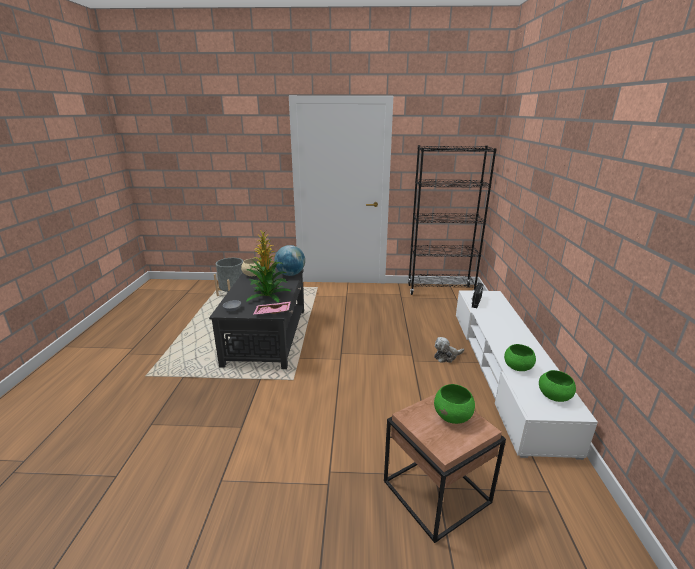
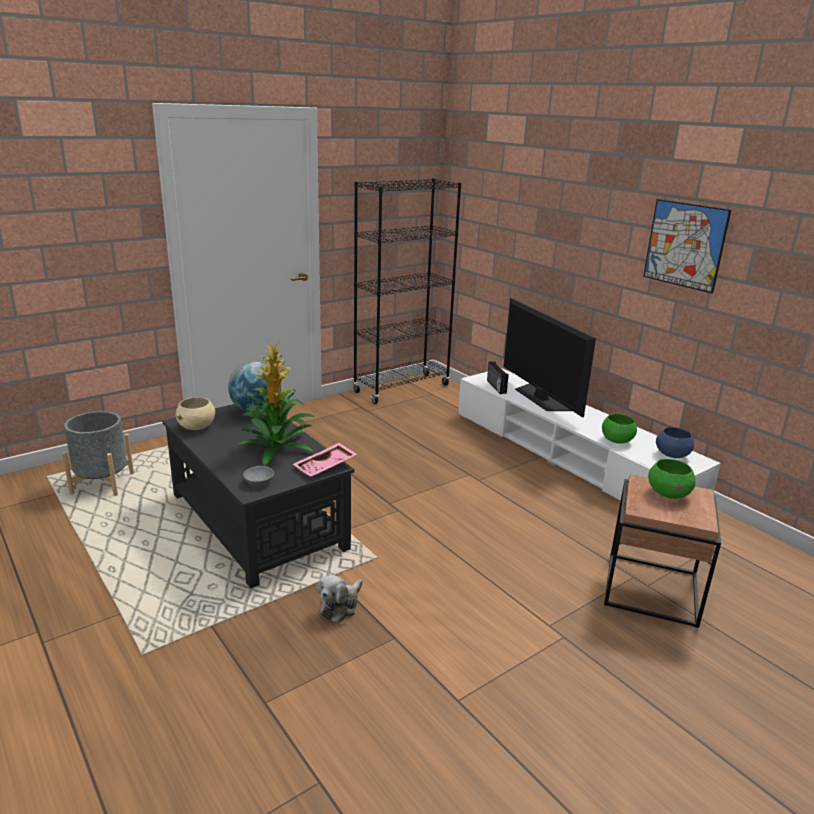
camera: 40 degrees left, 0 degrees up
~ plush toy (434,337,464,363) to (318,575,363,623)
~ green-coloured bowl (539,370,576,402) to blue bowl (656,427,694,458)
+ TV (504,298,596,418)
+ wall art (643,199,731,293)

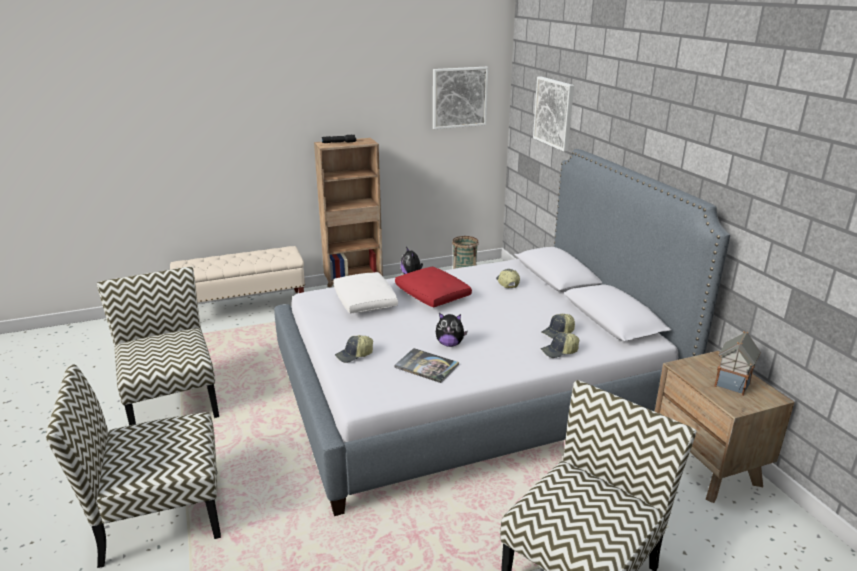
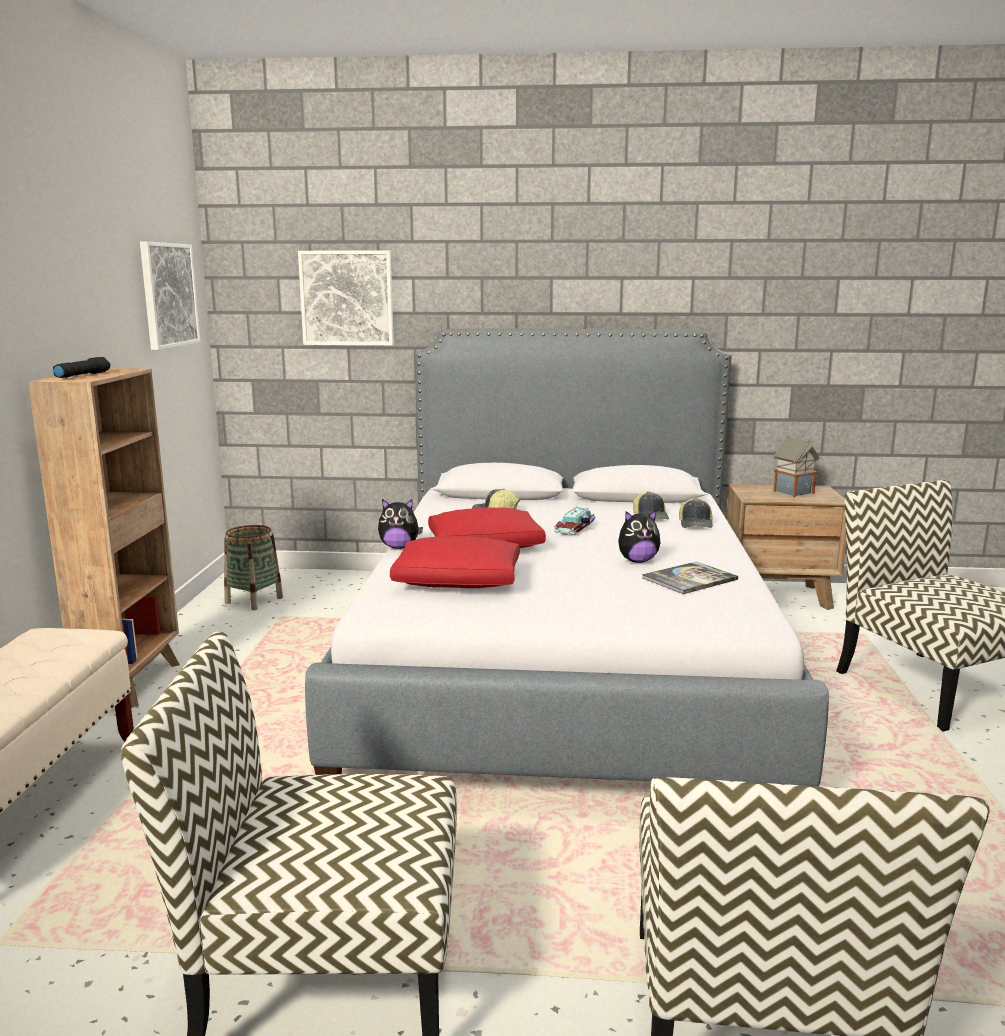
camera: 65 degrees left, 10 degrees down
~ white-coloured cushion (334,272,398,313) to red-coloured cushion (390,536,520,588)
- baseball cap (335,335,373,363)
~ plush toy (436,313,467,347) = (618,510,660,563) 45 degrees clockwise
+ model car (554,506,596,535)

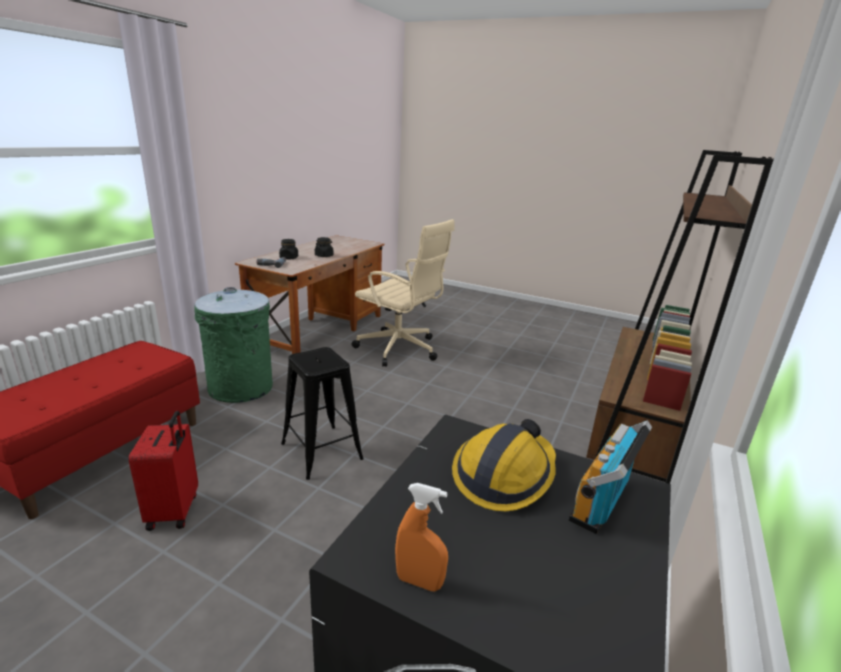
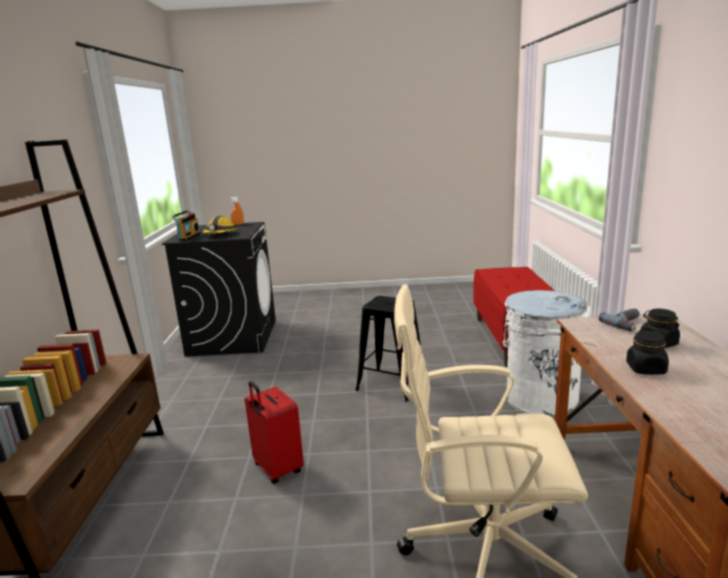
camera: 155 degrees right, 5 degrees down
~ red-coloured travel case (128,411,198,531) to (245,381,304,484)
~ green-coloured rubbish bin (194,287,273,403) to white-coloured rubbish bin (503,290,591,418)

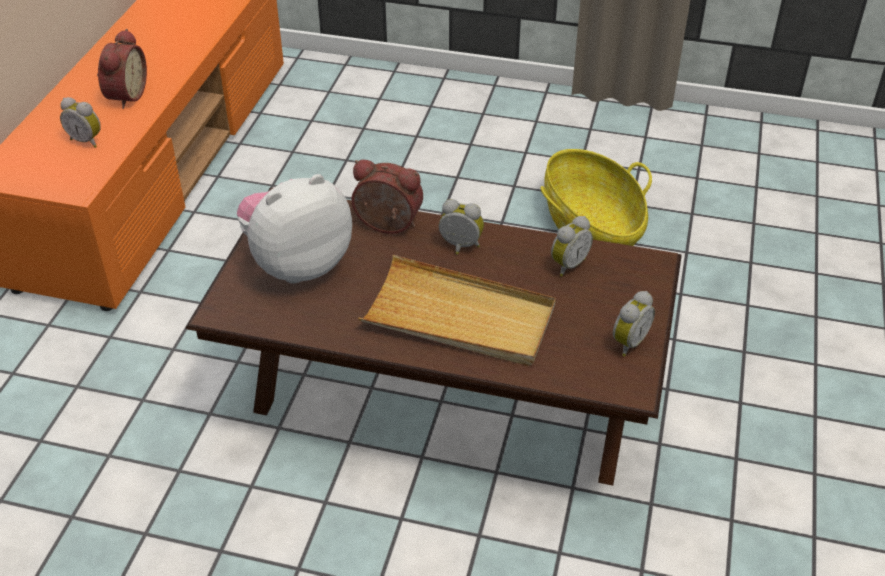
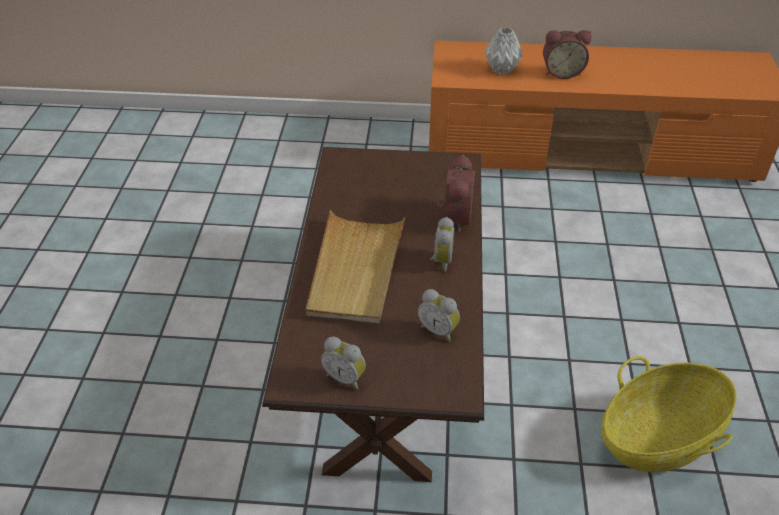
camera: 80 degrees right, 0 degrees up
~ bedside clock (60,97,101,148) to gray decorative vase (484,27,523,75)
- plush toy (237,174,352,284)

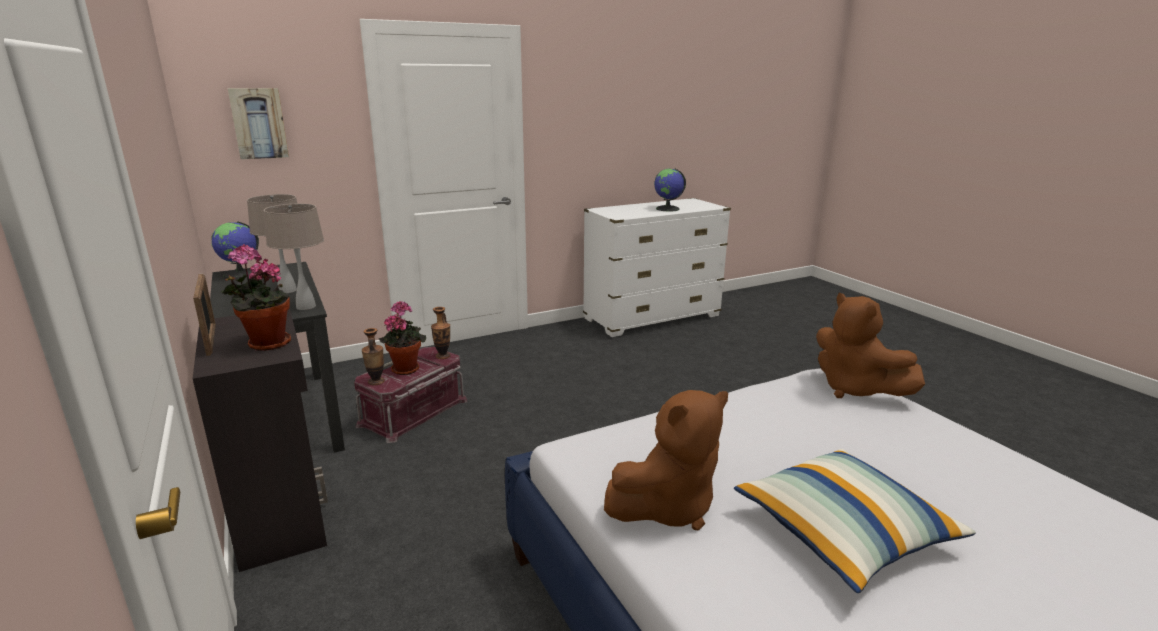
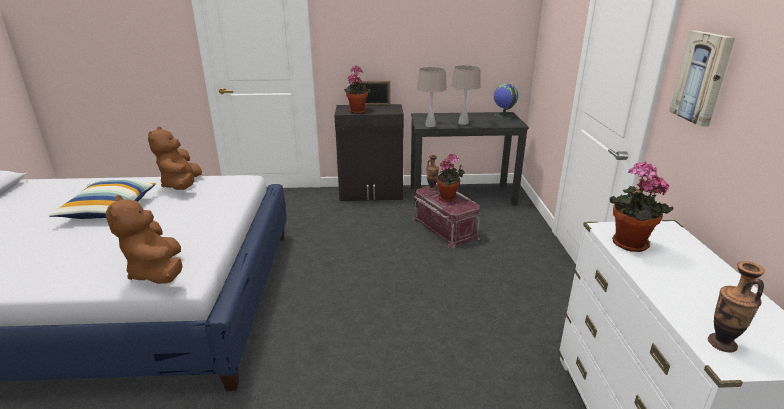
camera: 115 degrees right, 5 degrees up
~ wall art (228,88,289,160) to (669,31,735,127)
~ decorative vase (431,307,450,359) to (708,261,765,352)
- desk globe (654,168,686,211)
~ brown plush toy (816,293,925,398) = (106,195,182,284) 105 degrees counterclockwise
+ houseplant (610,161,673,252)

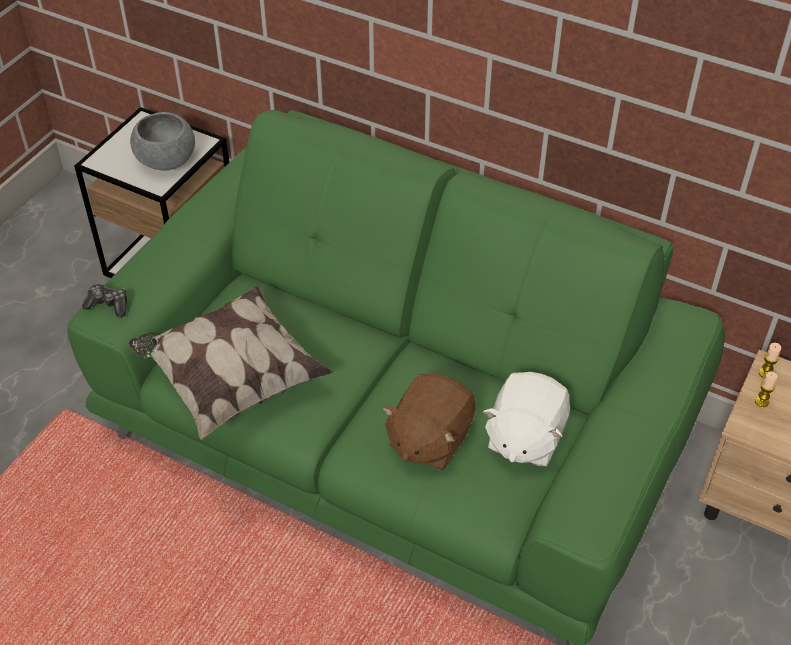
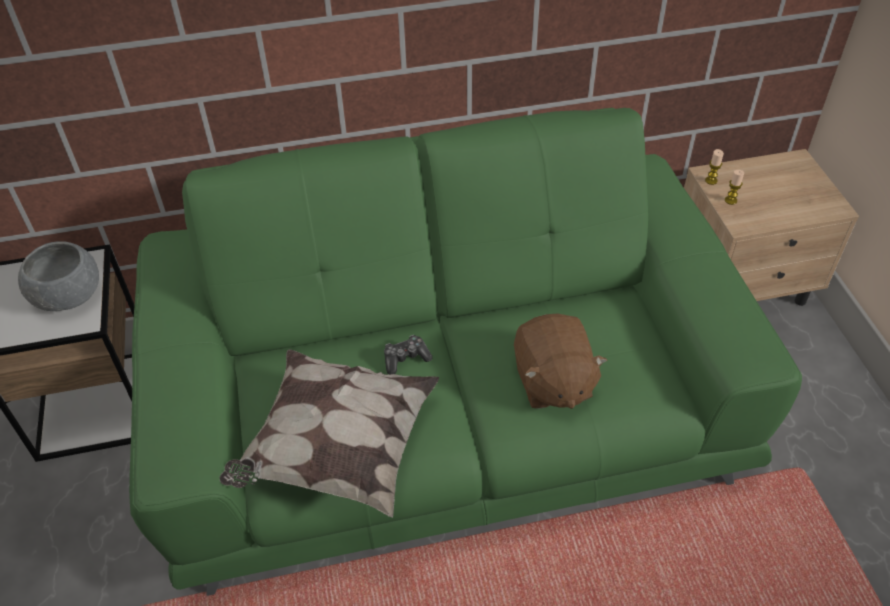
camera: 40 degrees left, 0 degrees up
~ gamepad (82,283,127,317) to (384,335,432,374)
- white-coloured plush toy (483,372,570,466)

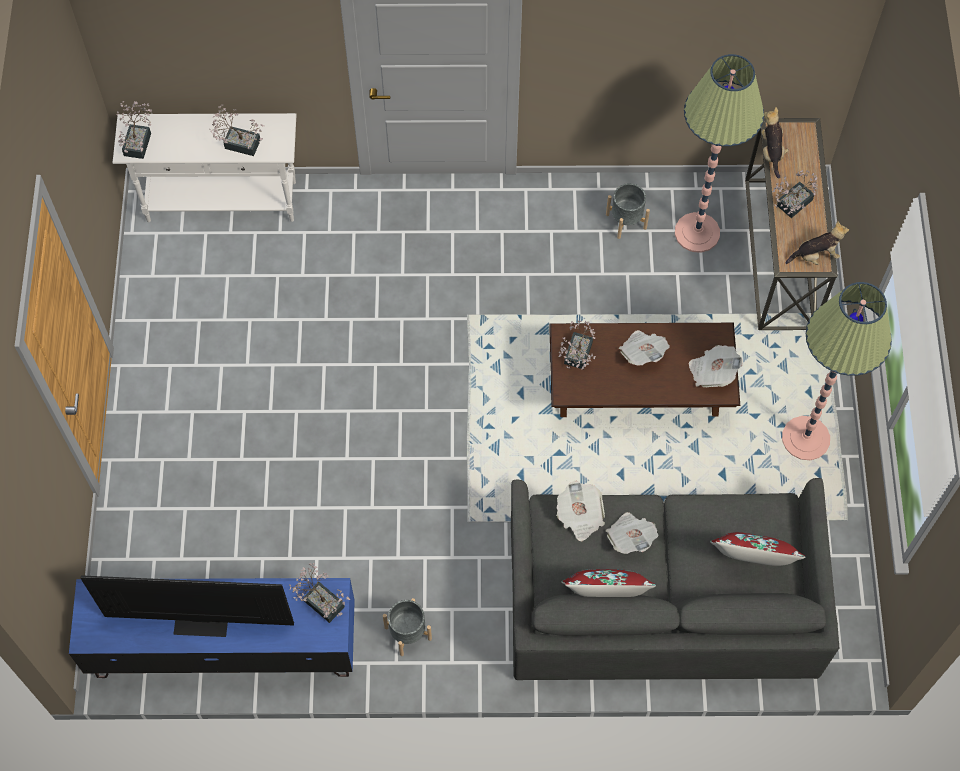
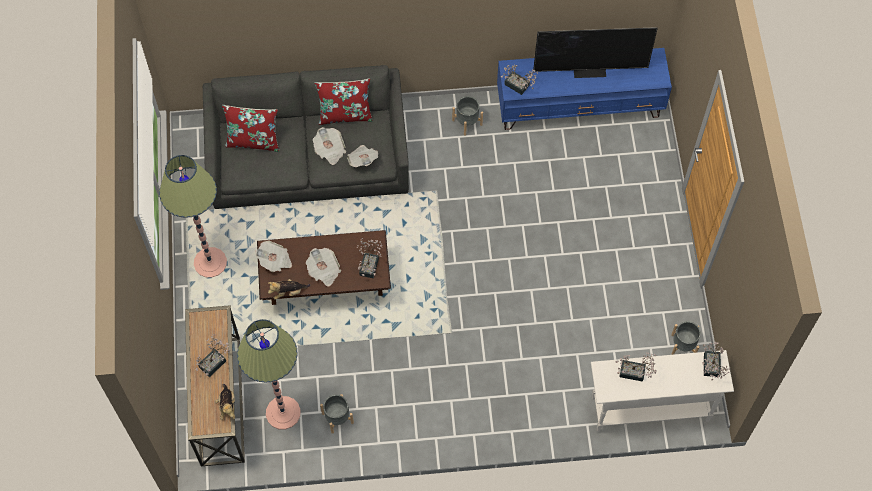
camera: 175 degrees right, 0 degrees up
~ plush toy (786,221,849,265) to (268,279,310,300)
+ gray planter (671,321,701,355)

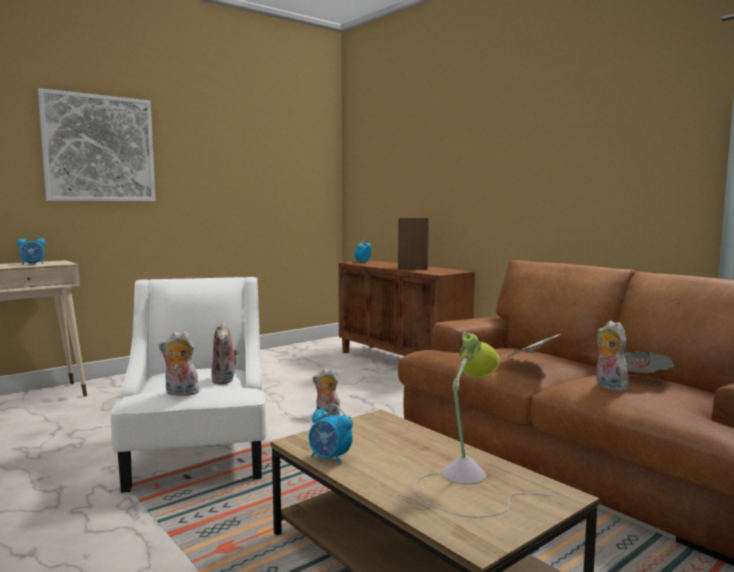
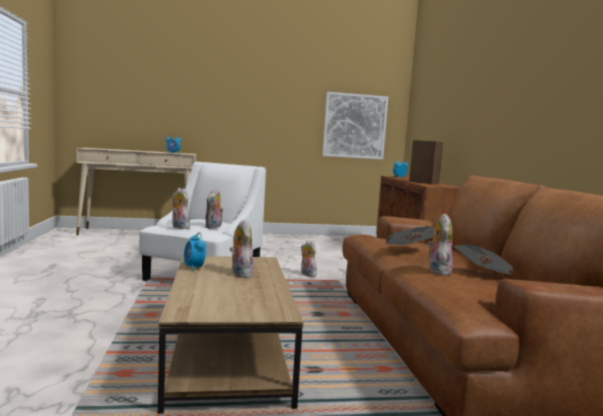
camera: 30 degrees right, 0 degrees up
~ wall art (38,88,155,201) to (322,92,388,159)
- table lamp (396,332,555,518)
+ plush toy (229,219,254,278)

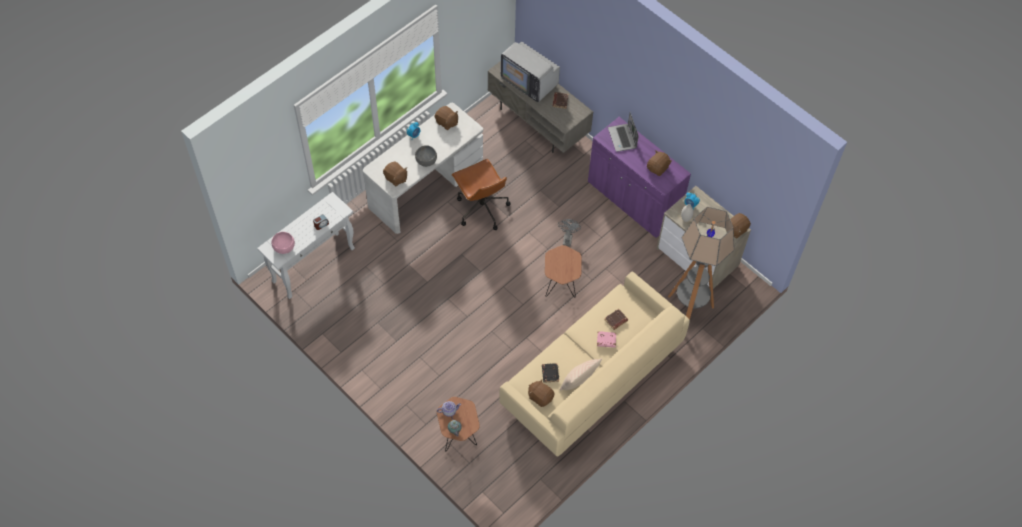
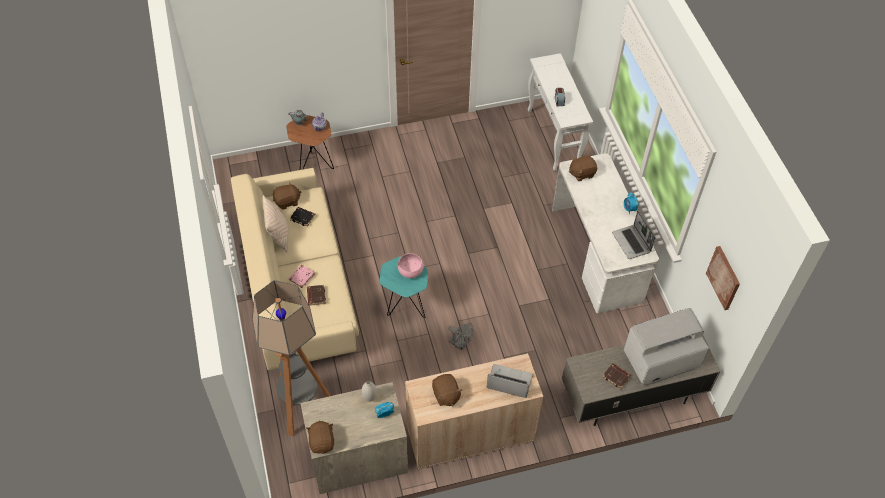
camera: 120 degrees right, 5 degrees down
~ pinkish bowl (271,232,295,254) to (398,253,424,278)
- gray bowl (415,145,437,167)
~ brown plush toy (435,106,458,130) to laptop (612,211,655,259)
- brown office chair (452,159,511,230)
~ brown accent table (545,245,581,298) to turquoise accent table (380,256,428,318)
~ purple storage cabinet (588,117,691,238) to beige storage cabinet (405,353,544,469)
+ wall art (706,246,740,310)

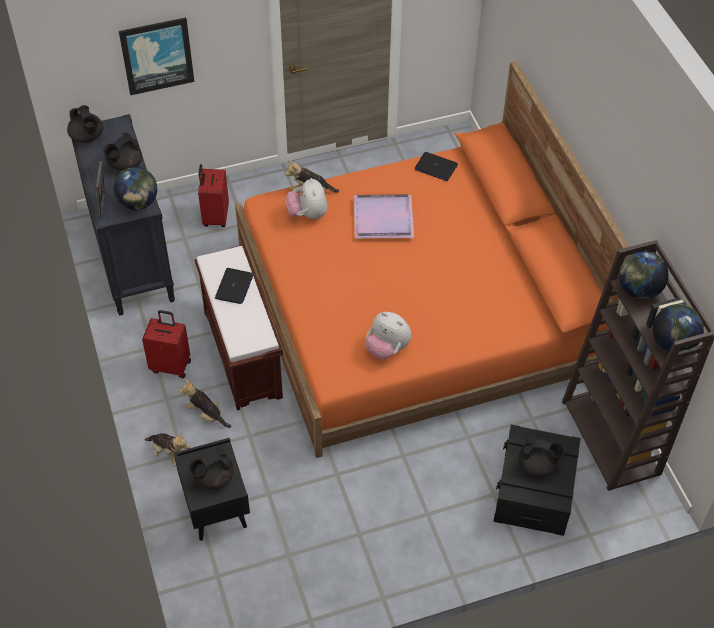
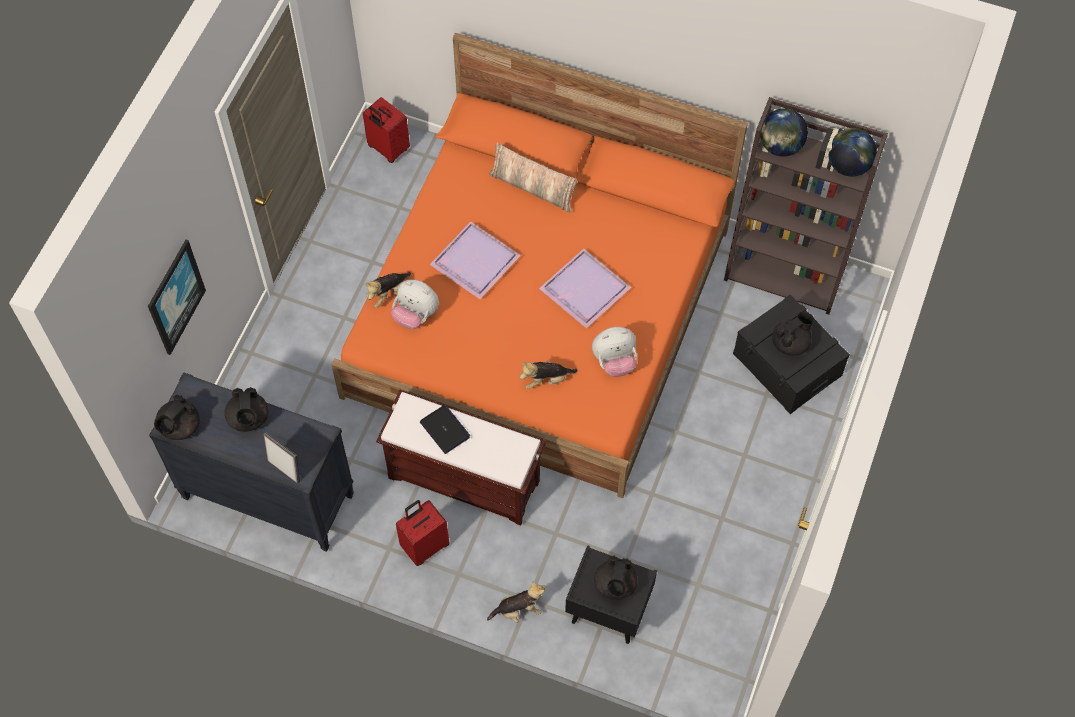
camera: 50 degrees left, 10 degrees up
~ black-coloured teapot (67,105,104,143) = (154,395,200,440) 120 degrees clockwise
- desk globe (114,167,157,210)
~ plush toy (179,379,231,428) to (520,361,578,389)
~ red-coloured travel case (198,164,229,227) to (363,97,410,163)
- laptop (415,152,458,181)
+ cushion (489,143,577,212)
+ purple carrying tray (539,249,631,329)

